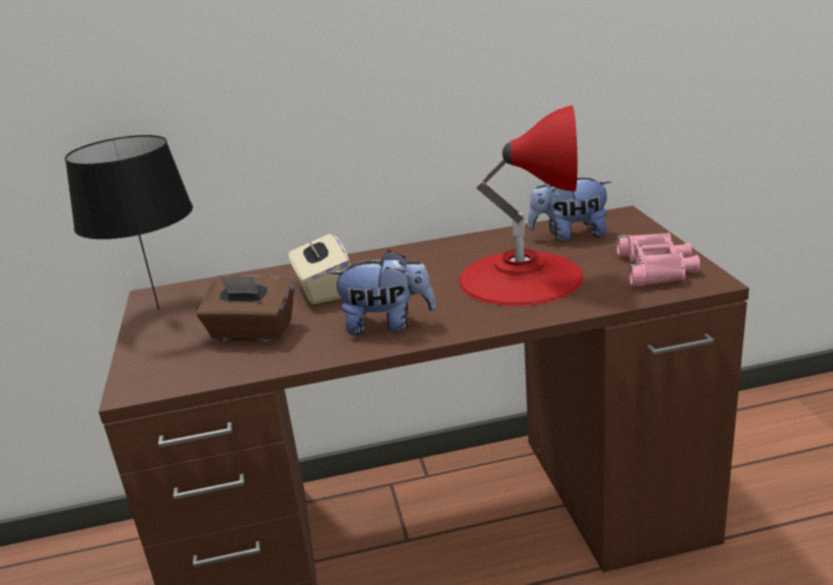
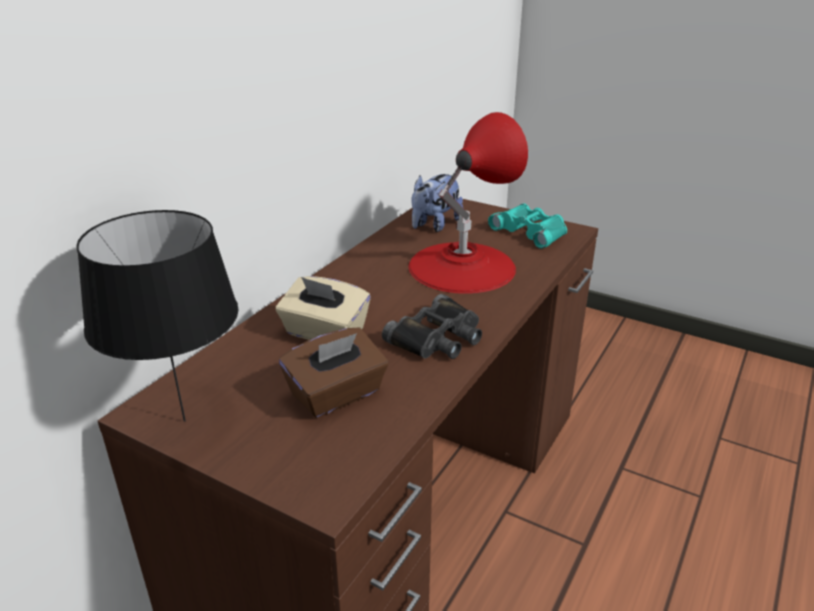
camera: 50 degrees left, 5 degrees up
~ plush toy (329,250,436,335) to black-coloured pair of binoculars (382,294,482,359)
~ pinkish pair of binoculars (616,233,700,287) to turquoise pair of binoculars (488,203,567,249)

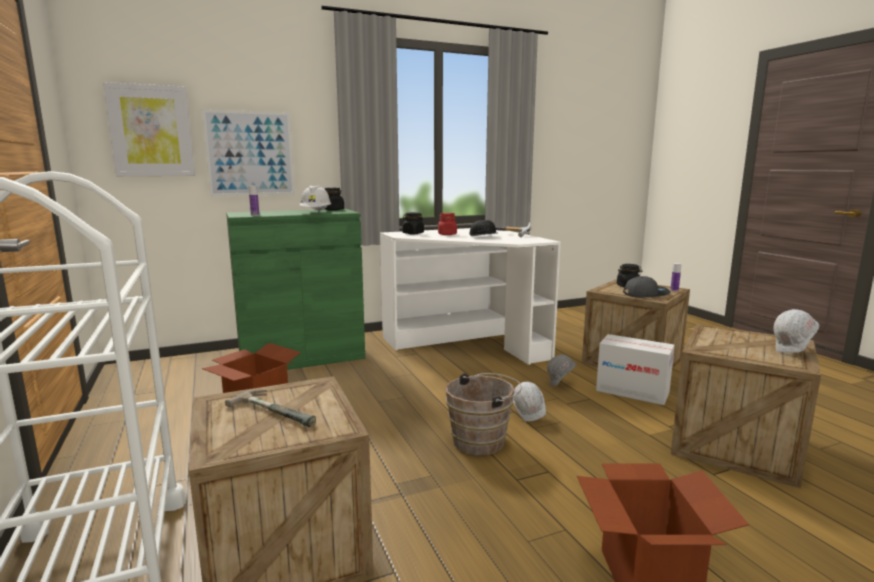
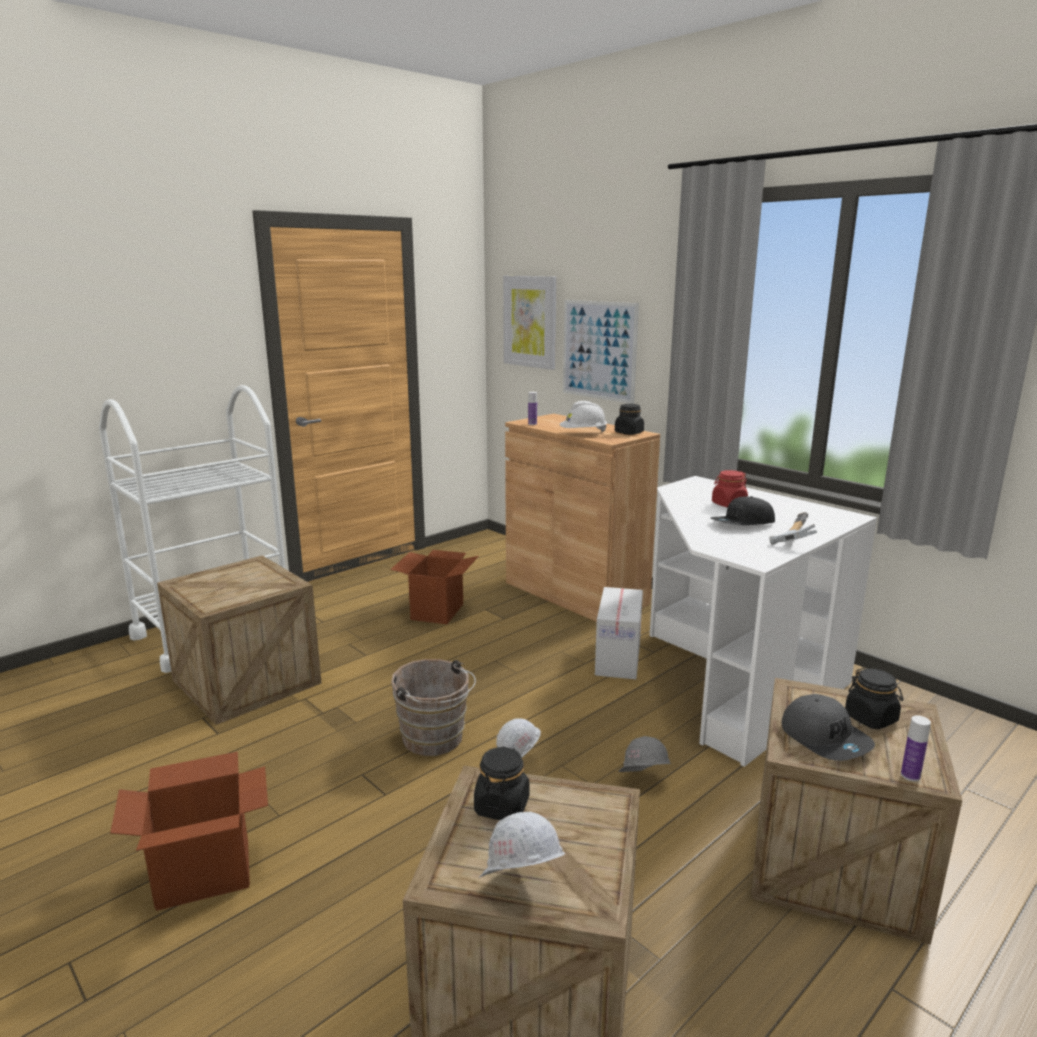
camera: 70 degrees right, 5 degrees up
- hand hammer (225,390,316,427)
~ green-coloured storage cabinet (226,209,365,370) to brown storage cabinet (505,414,660,622)
~ black-coloured storage jar (402,212,424,234) to (474,746,530,820)
~ carton (596,334,675,405) to (595,587,643,679)

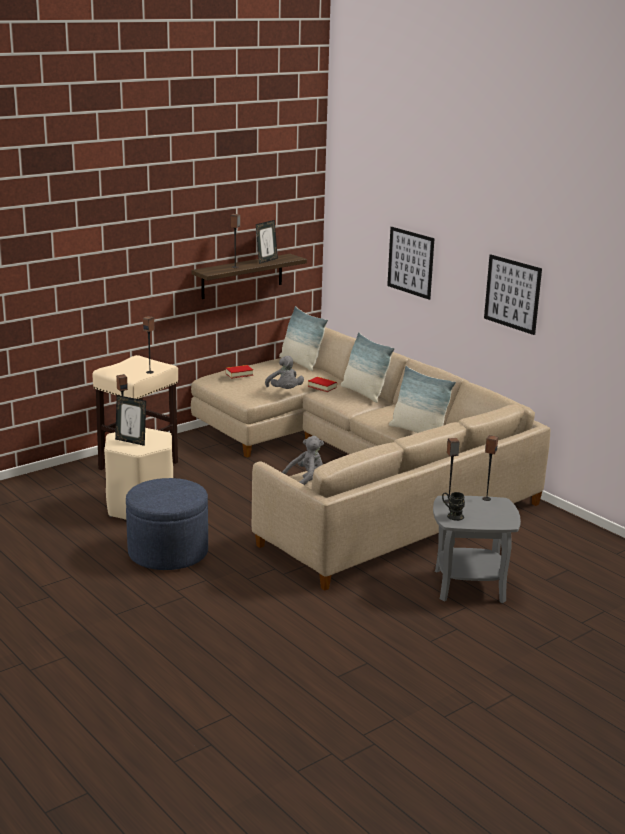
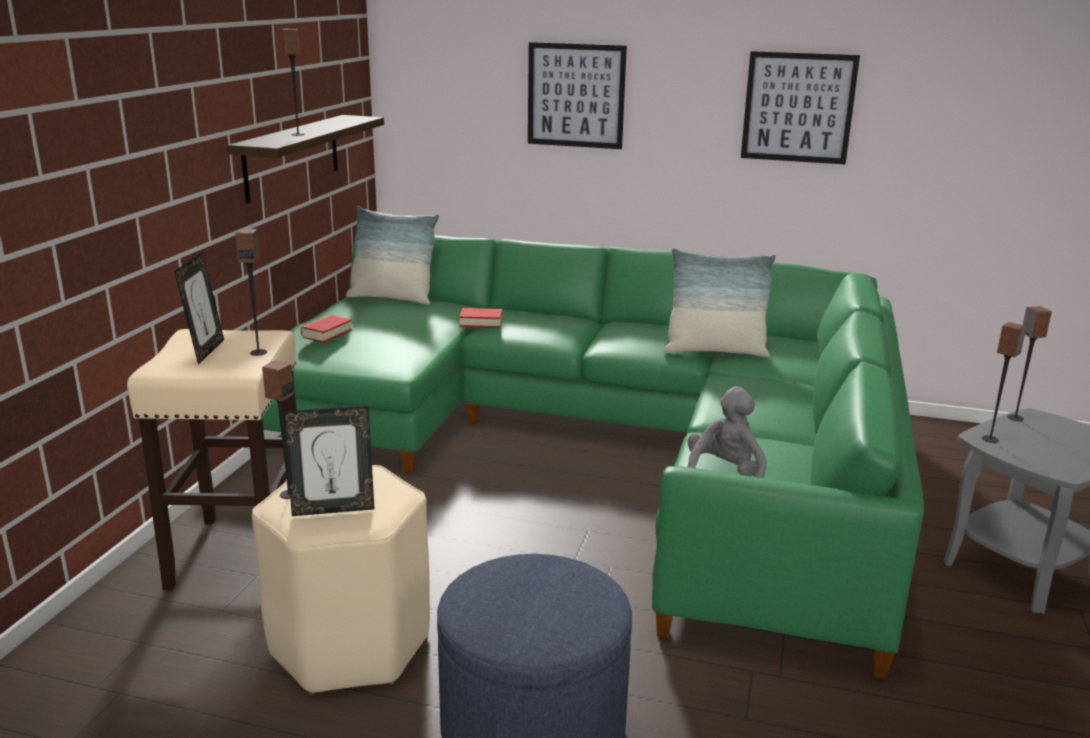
camera: 35 degrees left, 0 degrees up
~ beige sofa (191,327,550,591) to green-coloured sofa (262,235,924,679)
~ photo frame (256,220,278,264) to (174,252,224,365)
- gray plush toy (265,356,304,389)
- cushion (341,332,395,403)
- black-coloured tea mug (442,492,465,521)

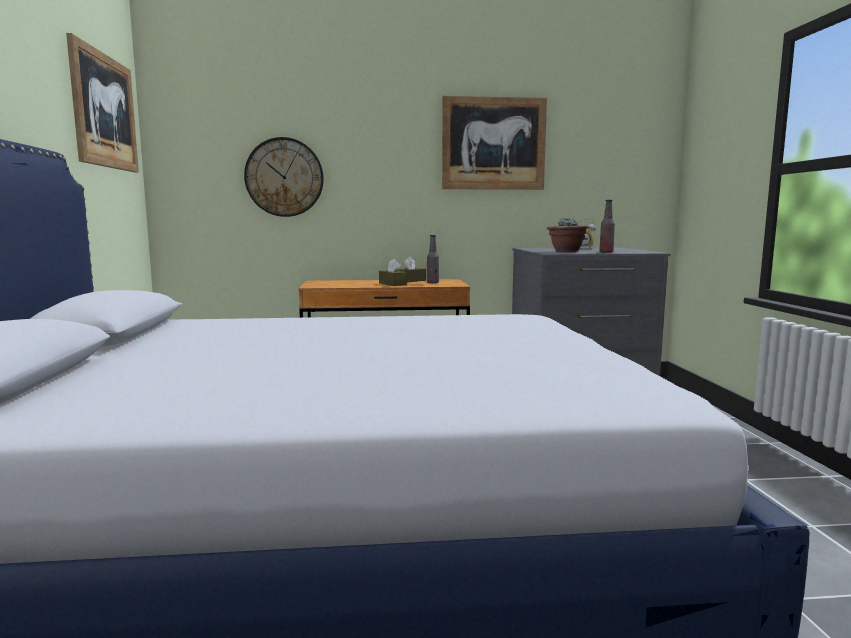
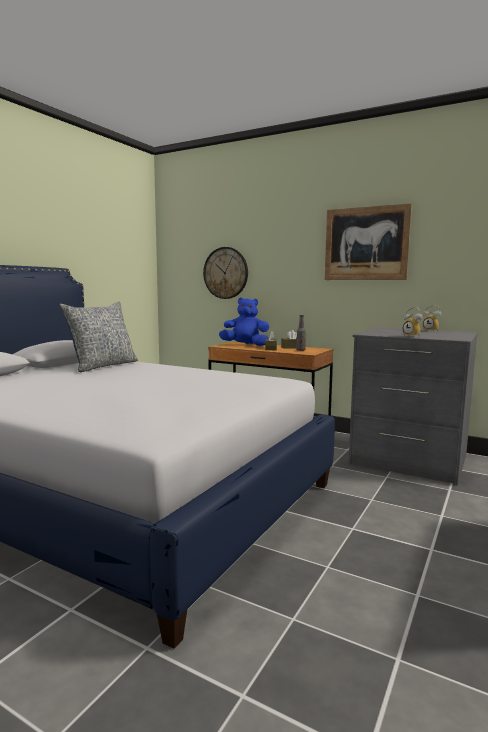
camera: 35 degrees right, 0 degrees up
- wall art (66,33,139,173)
- houseplant (547,218,588,252)
~ drink bottle (599,200,615,253) to bedside clock (403,307,422,338)
+ cushion (59,302,138,372)
+ blue plush toy (219,298,269,346)

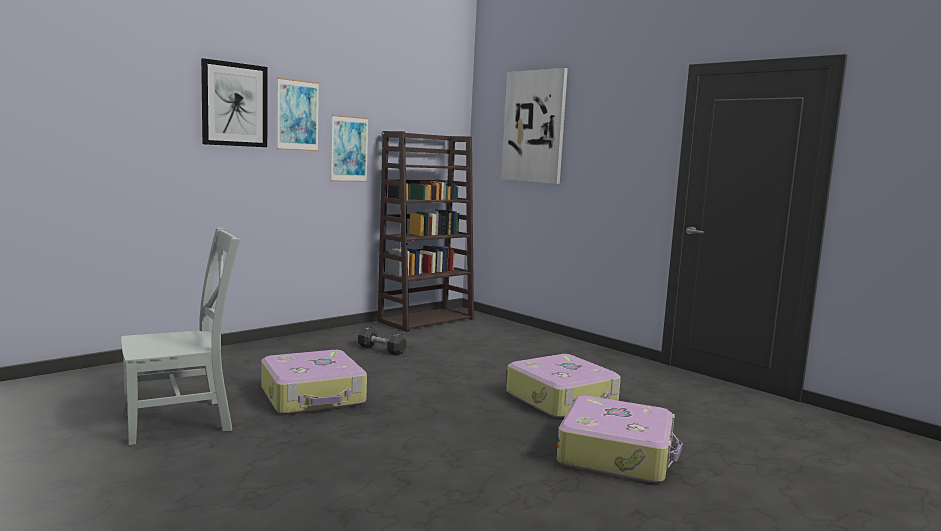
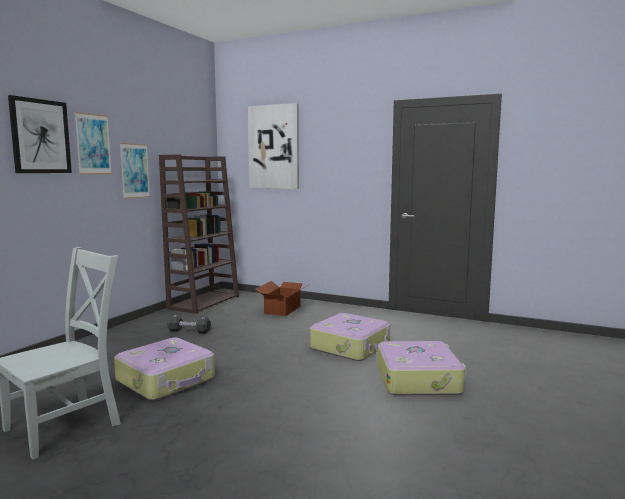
camera: 20 degrees left, 0 degrees up
+ carton (255,281,308,316)

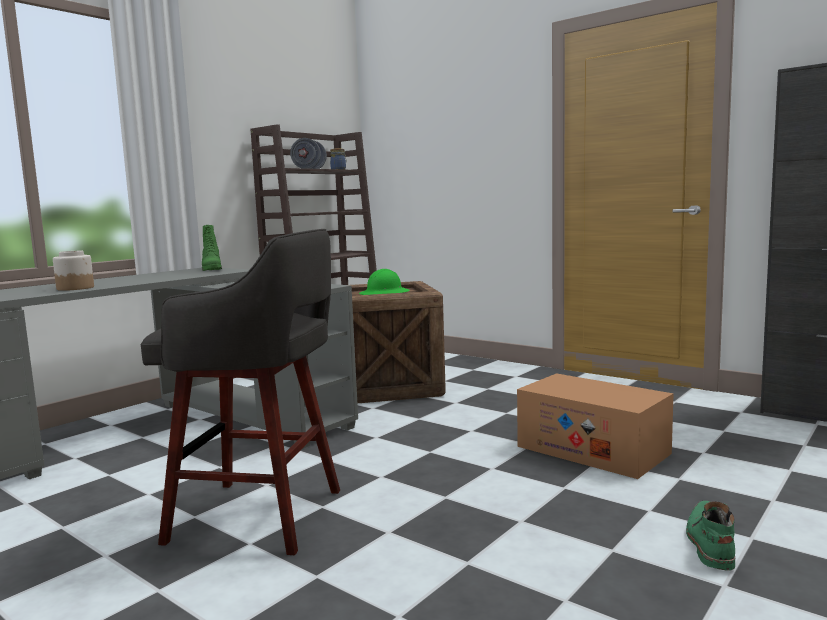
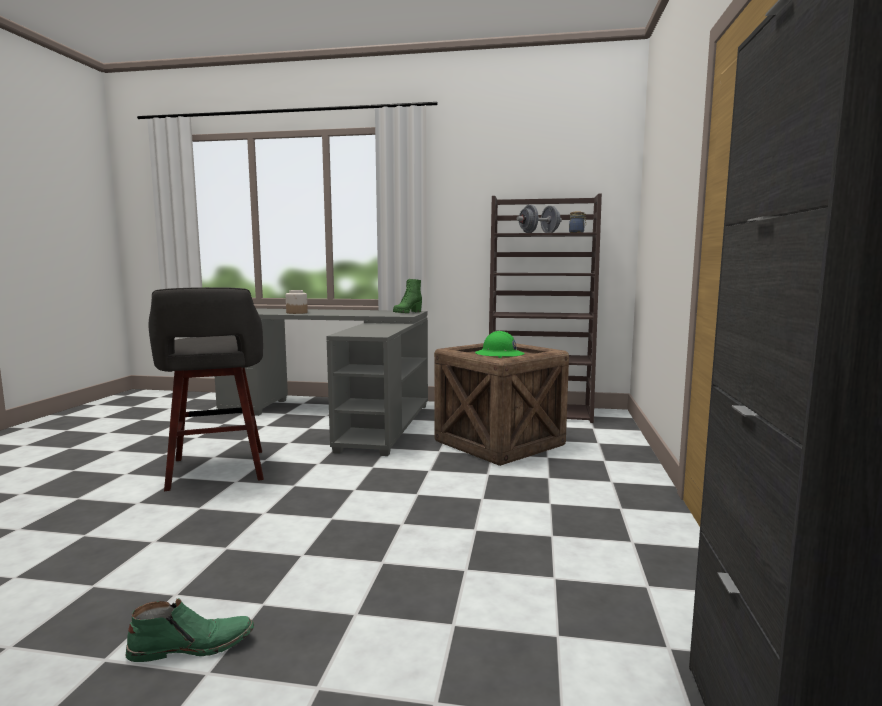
camera: 60 degrees right, 0 degrees up
- carton (517,373,674,479)

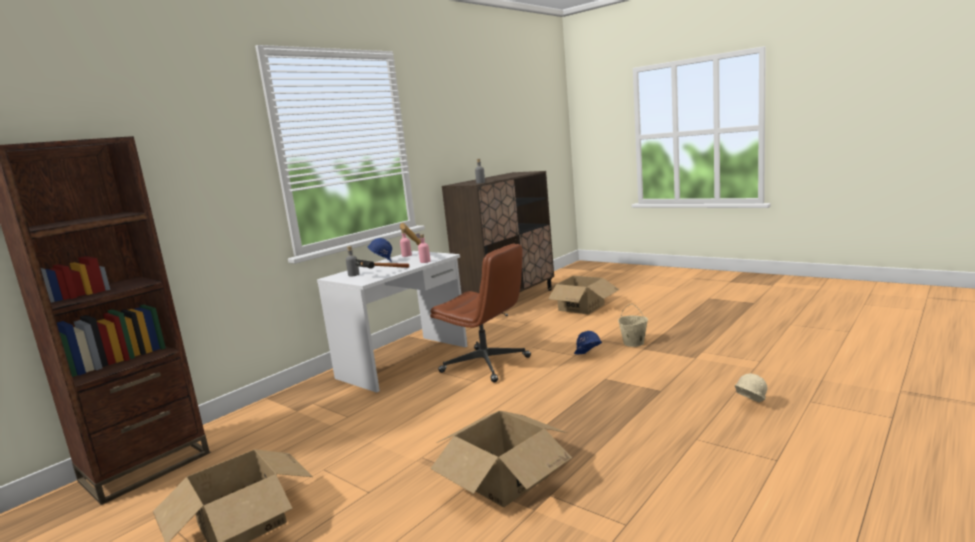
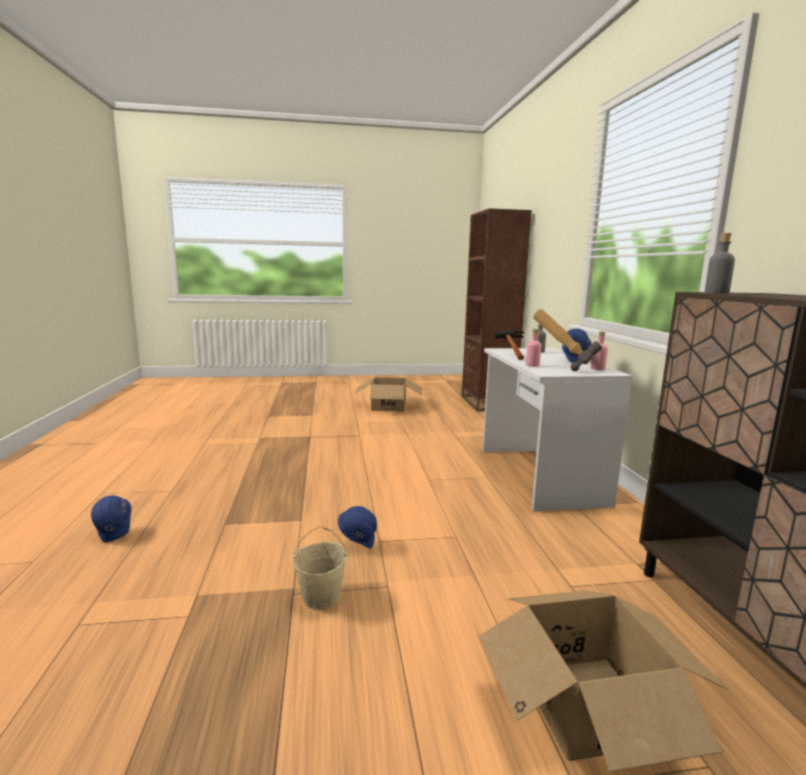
camera: 130 degrees right, 0 degrees up
- brown office chair (430,243,531,382)
- carton (430,411,572,507)
~ beige safety helmet (734,373,767,402) to blue safety helmet (91,496,132,542)

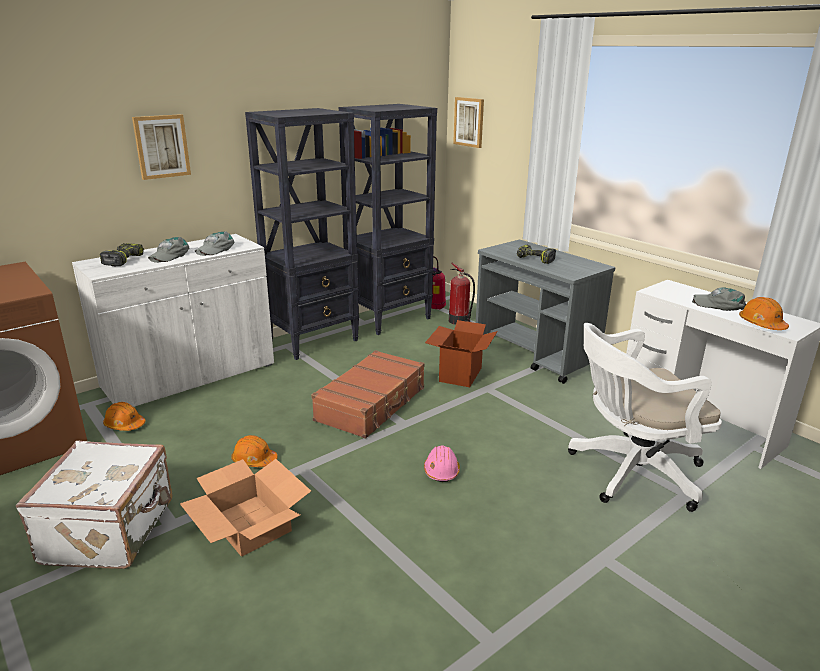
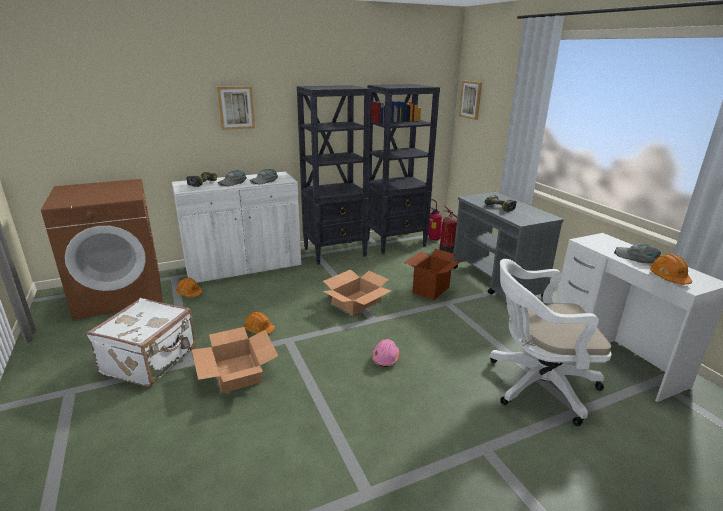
camera: 15 degrees right, 0 degrees up
~ brown travel case (311,350,425,438) to carton (323,269,391,315)

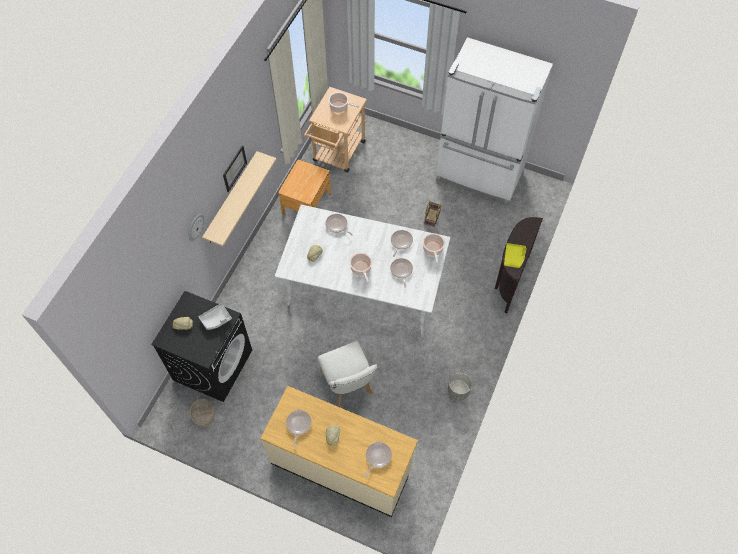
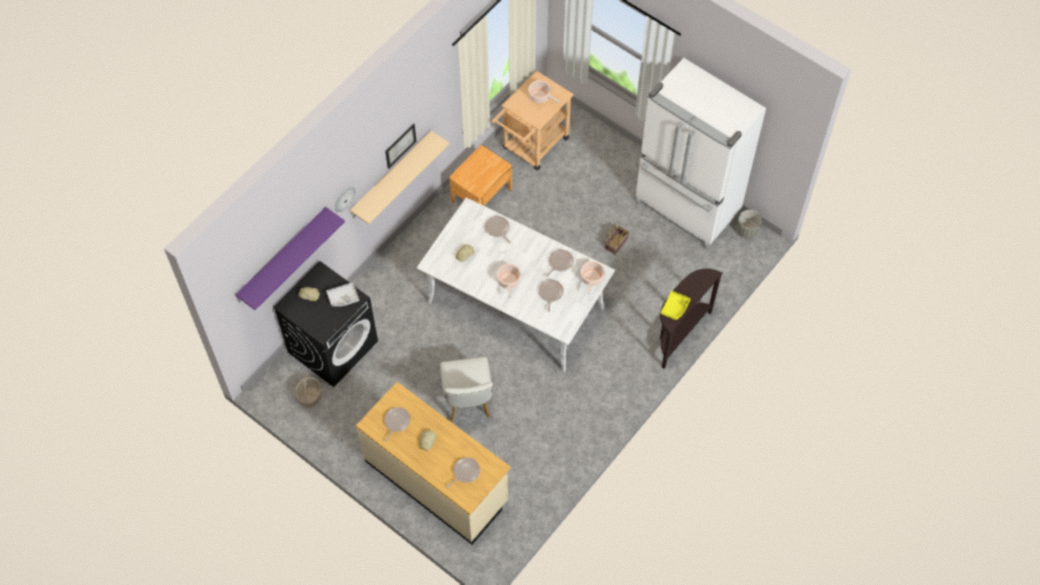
camera: 15 degrees right, 0 degrees up
~ gray planter (448,373,472,401) to (736,210,762,239)
+ purple wall shelf (235,207,345,310)

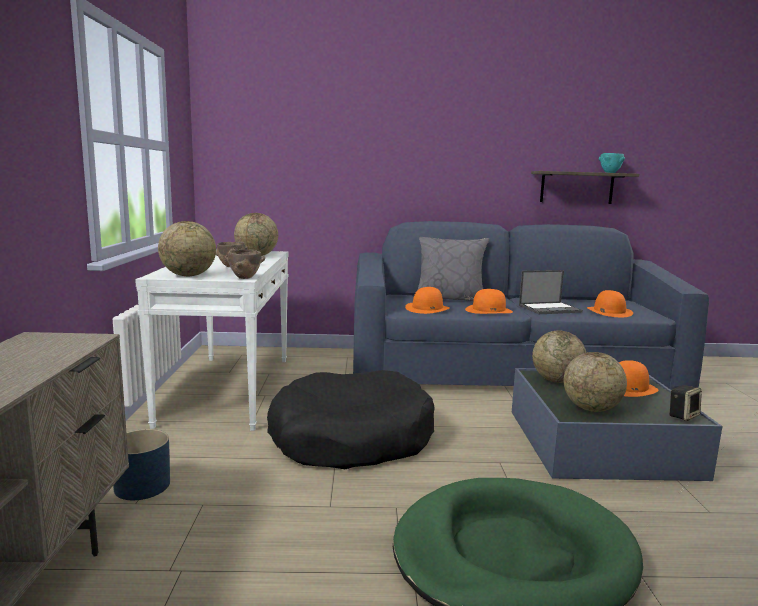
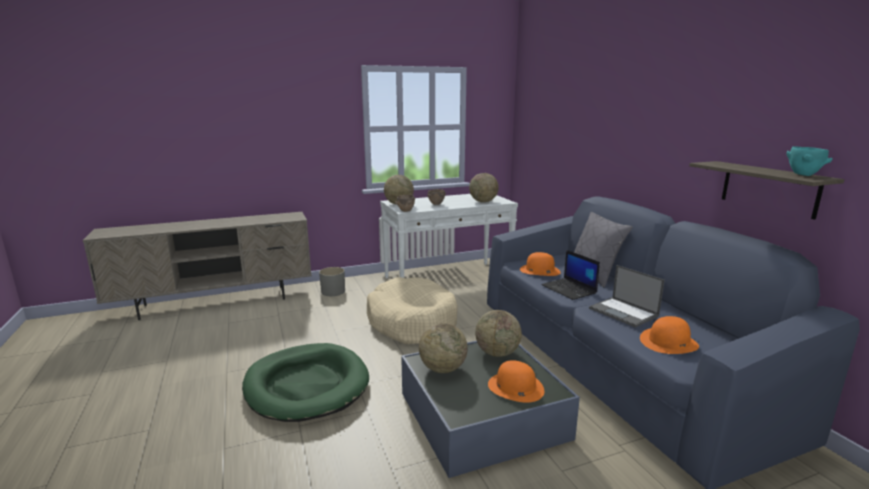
camera: 70 degrees right, 5 degrees up
~ blue planter (113,429,170,500) to gray planter (319,267,345,296)
~ black-coloured dog bed (267,370,435,469) to beige dog bed (367,277,458,344)
~ orange wearable hat (465,289,513,314) to laptop (541,250,600,300)
- speaker (669,385,702,421)

